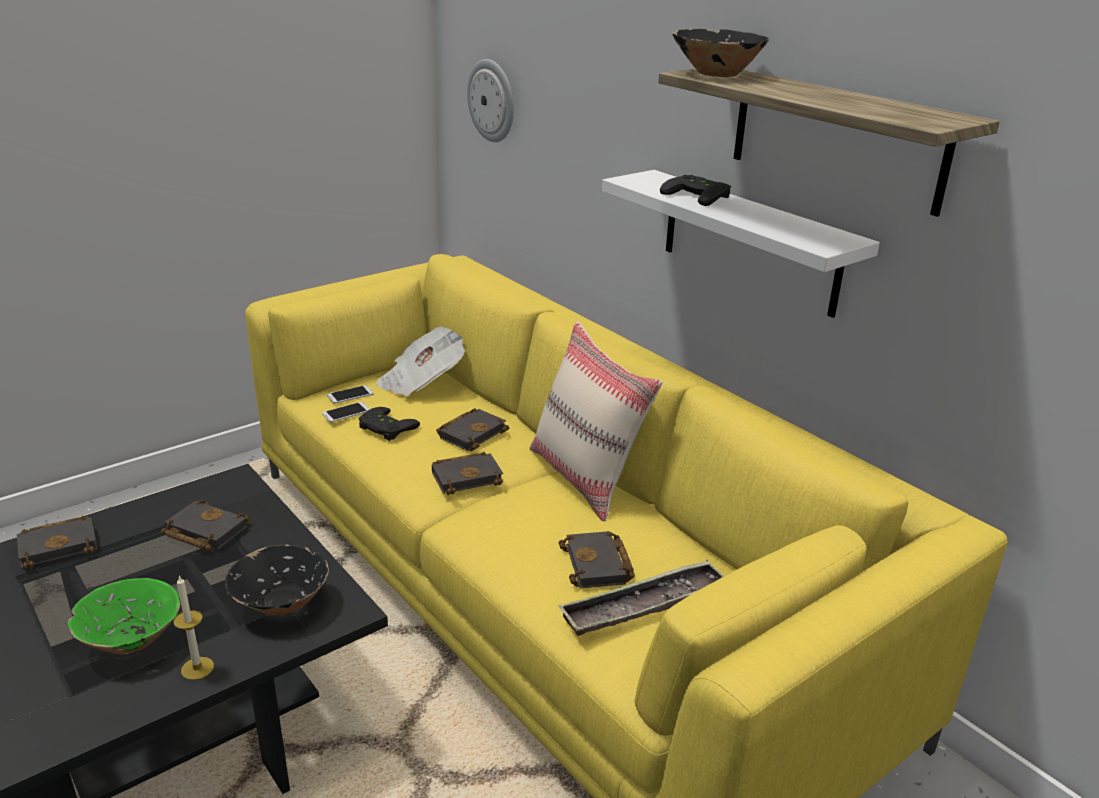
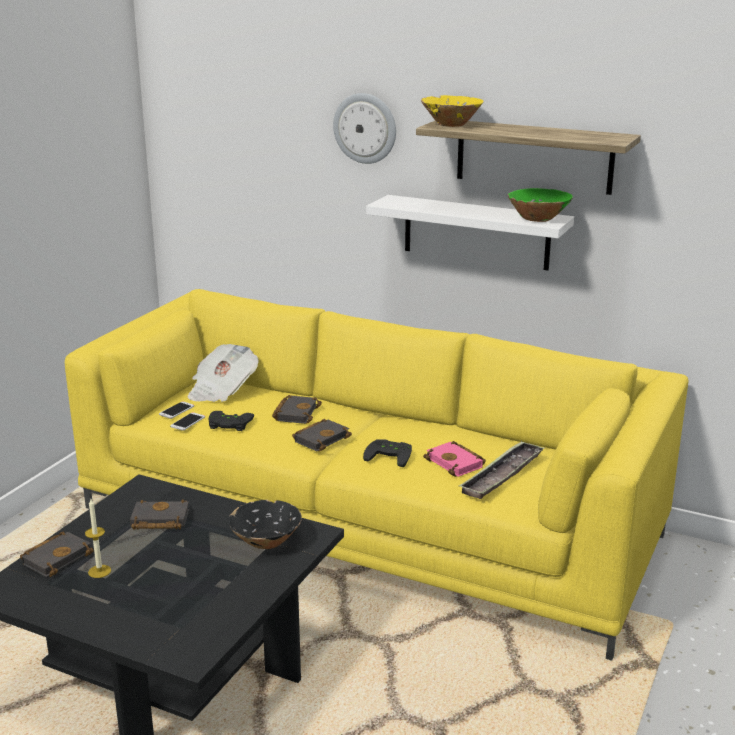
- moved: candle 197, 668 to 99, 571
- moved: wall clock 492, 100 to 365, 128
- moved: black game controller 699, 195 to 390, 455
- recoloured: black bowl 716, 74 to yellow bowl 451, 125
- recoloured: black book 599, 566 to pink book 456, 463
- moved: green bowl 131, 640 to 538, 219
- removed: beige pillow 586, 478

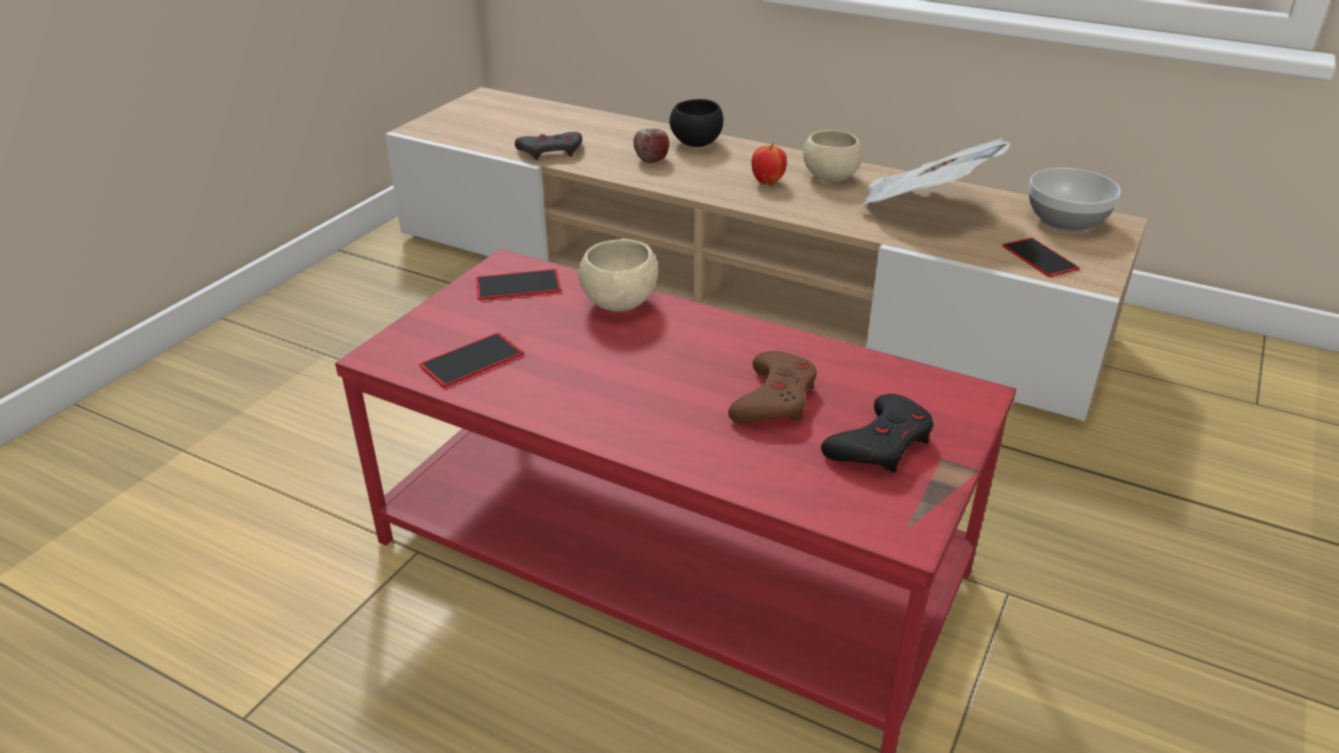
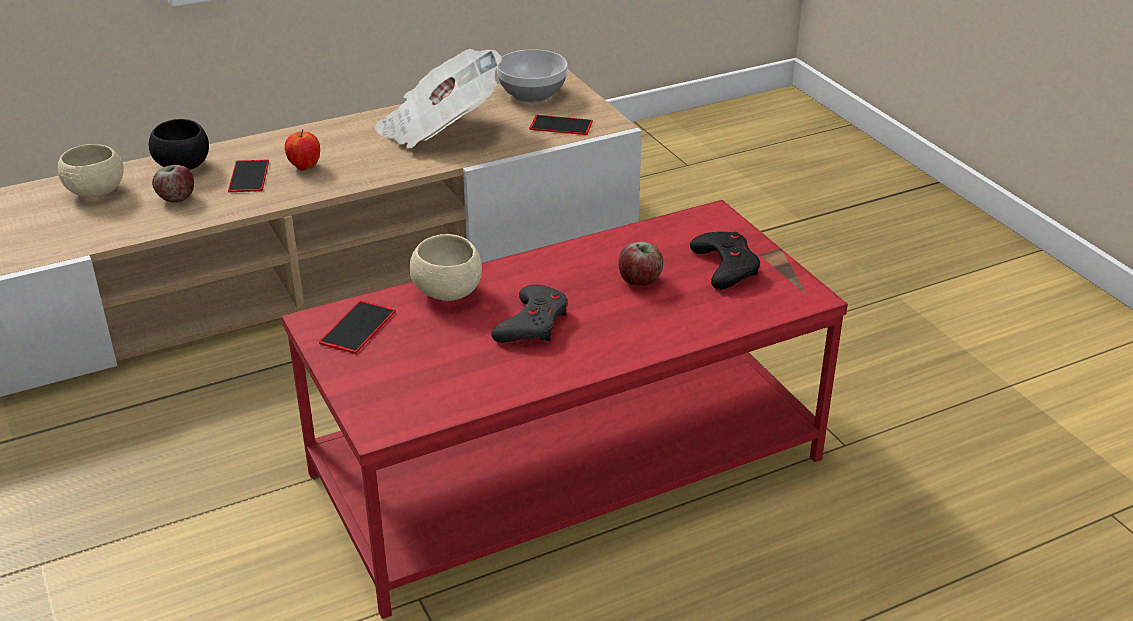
- moved: beige bowl 830, 177 to 96, 192
- moved: phone 472, 360 to 249, 176
- moved: grey game controller 551, 151 to 532, 323
- replaced: brown game controller 774, 398 to apple 640, 281

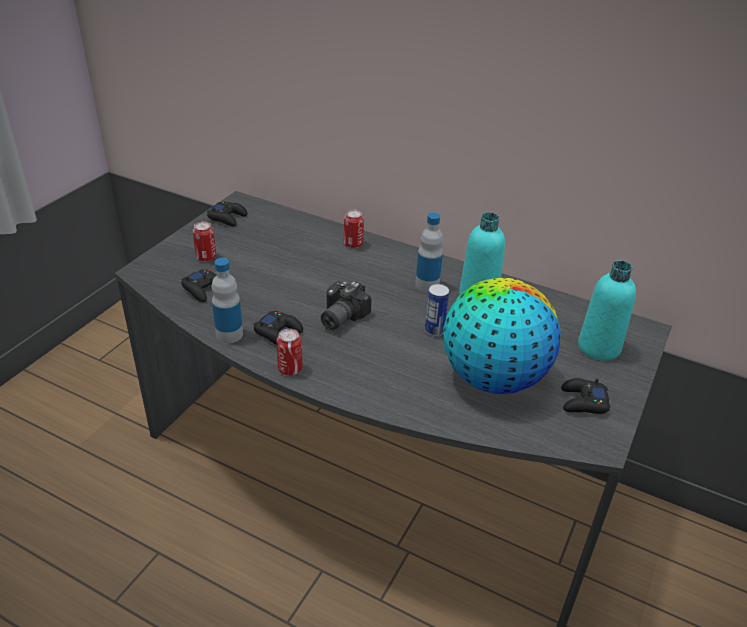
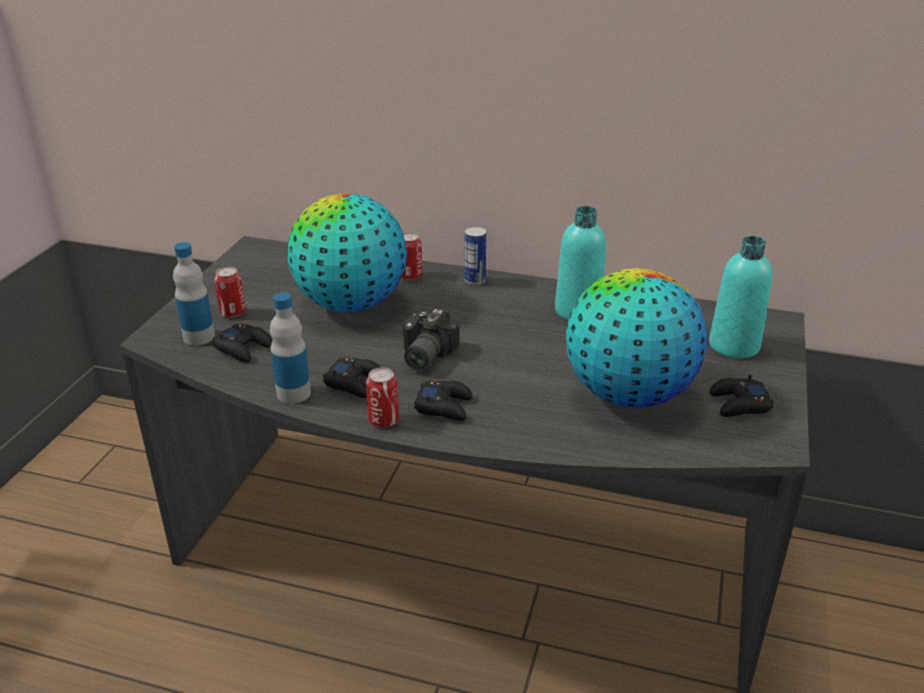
- moved: bottle 427, 284 to 199, 337
- added: globe 350, 304
- moved: black game controller 228, 217 to 444, 406
- moved: can 434, 331 to 475, 281

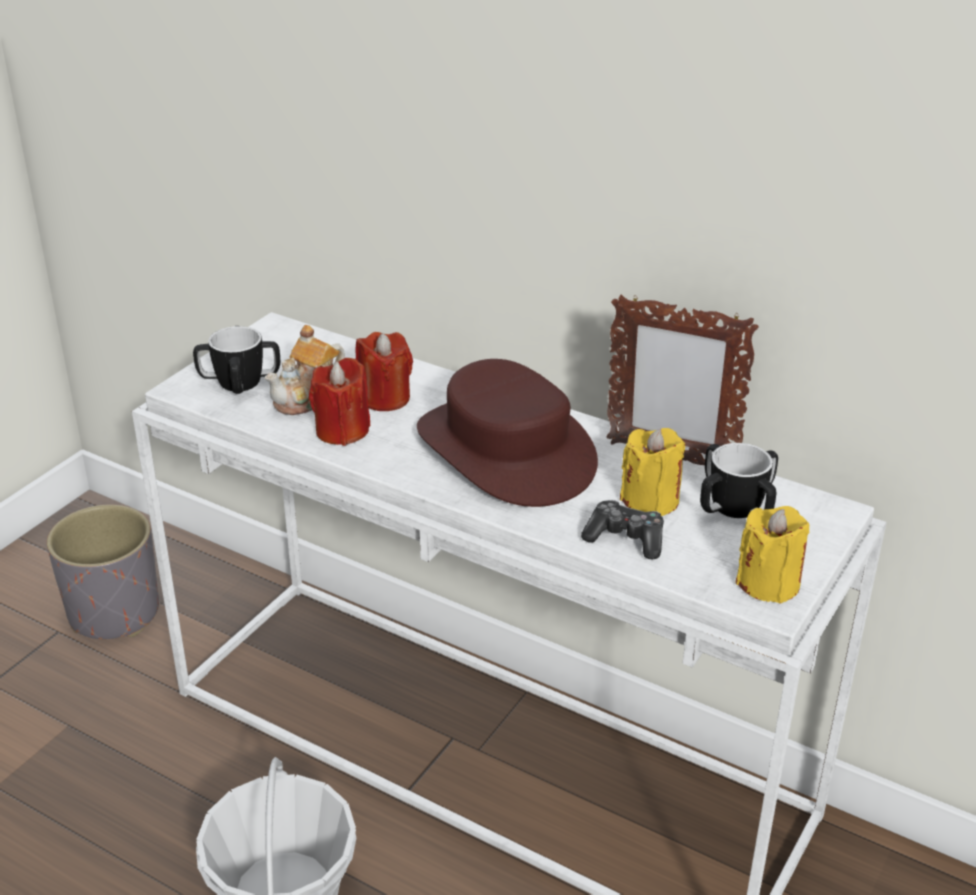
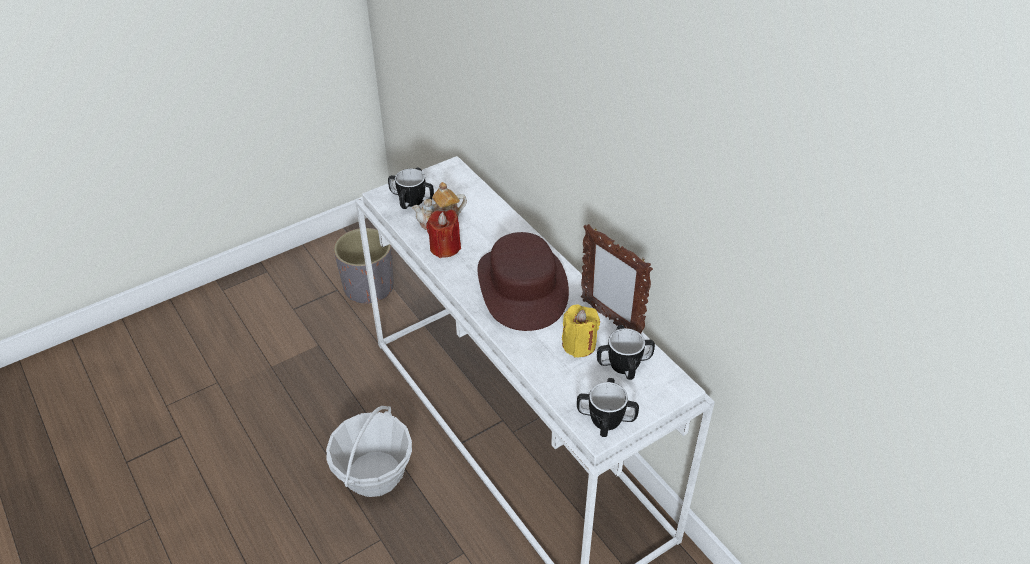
- replaced: yellow candle 768, 583 to mug 606, 419
- removed: red candle 384, 398
- removed: game controller 625, 539

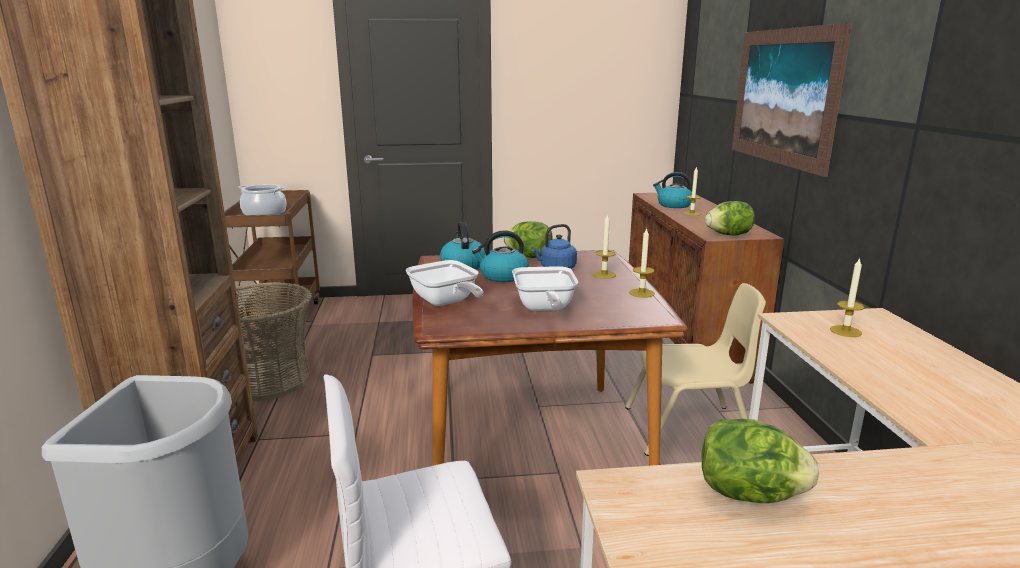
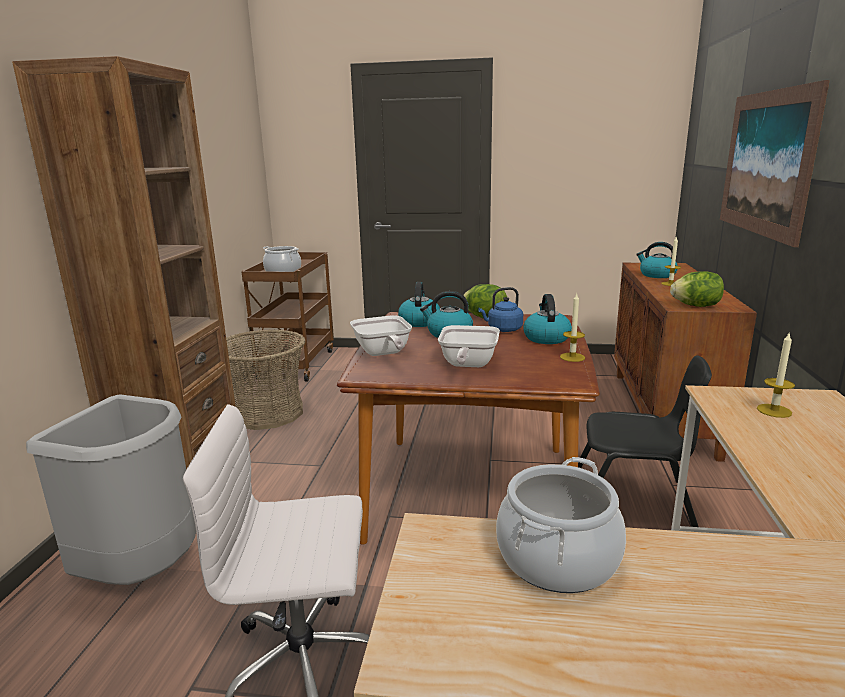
- replaced: lettuce 748, 494 to cooking pot 557, 558
- replaced: candle 604, 275 to kettle 546, 338
- recoloured: beige chair 688, 429 to black chair 632, 499

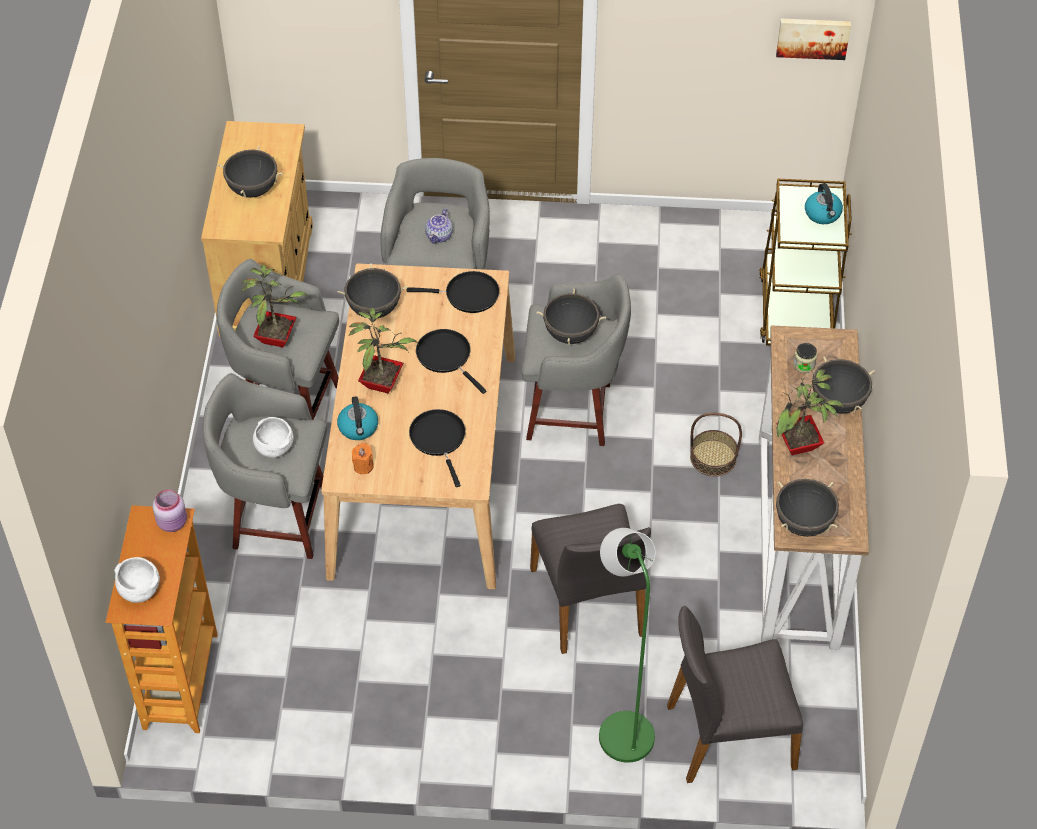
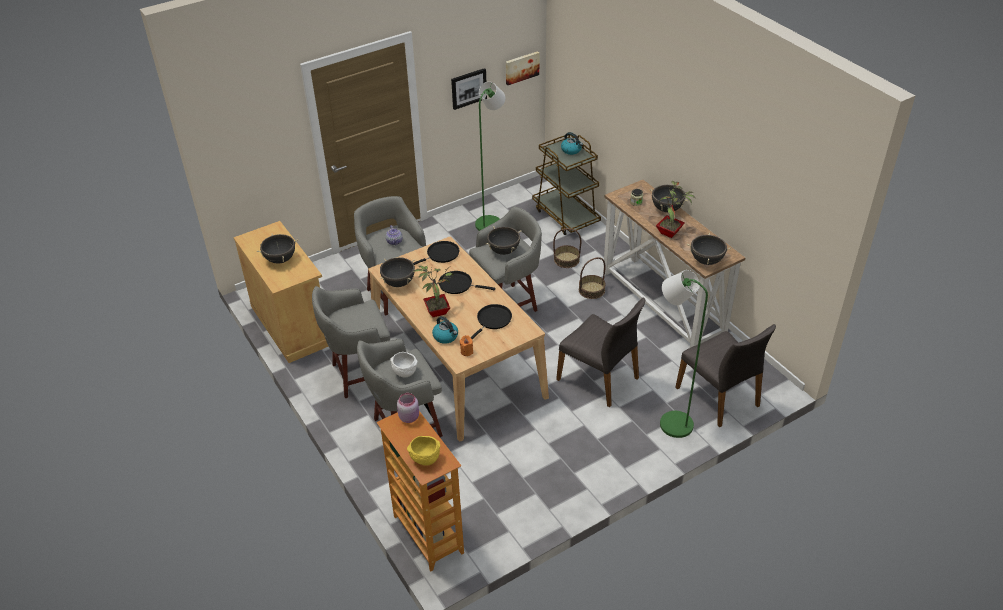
- recoloured: white bowl 138, 591 to yellow bowl 424, 459
- added: picture 468, 88
- turned: black frying pan 439, 439 = 492, 320 90 degrees clockwise
- added: green floor lamp 491, 222
- added: basket 566, 260
- turned: grey chair 728, 735 = 719, 397 75 degrees counterclockwise
- removed: potted plant 277, 337

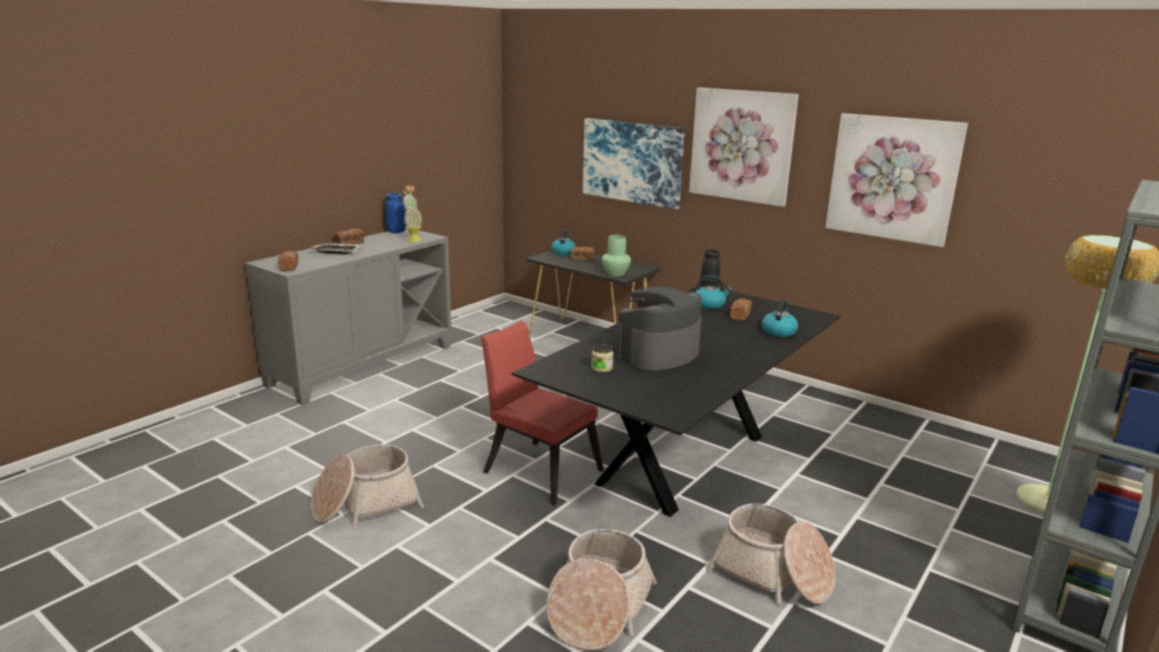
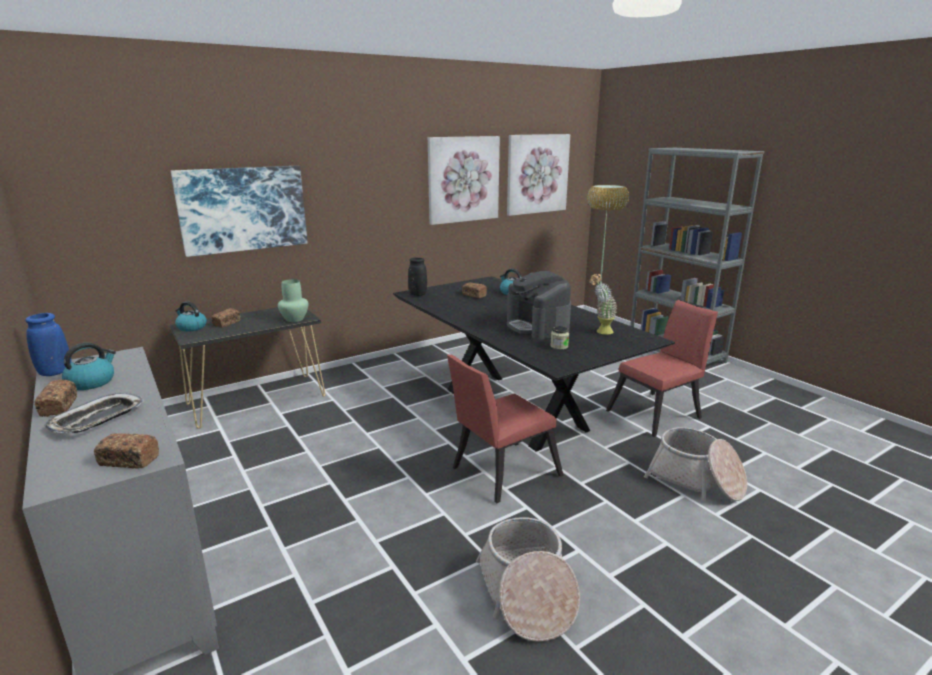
- moved: kettle 709, 305 to 92, 382
- moved: picture 741, 145 to 537, 174
- moved: potted plant 413, 239 to 600, 332
- replaced: basket 772, 574 to red chair 658, 413

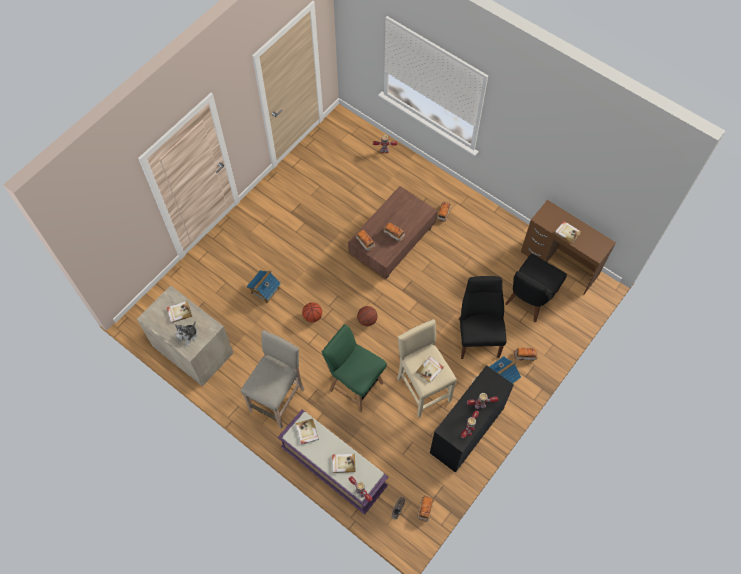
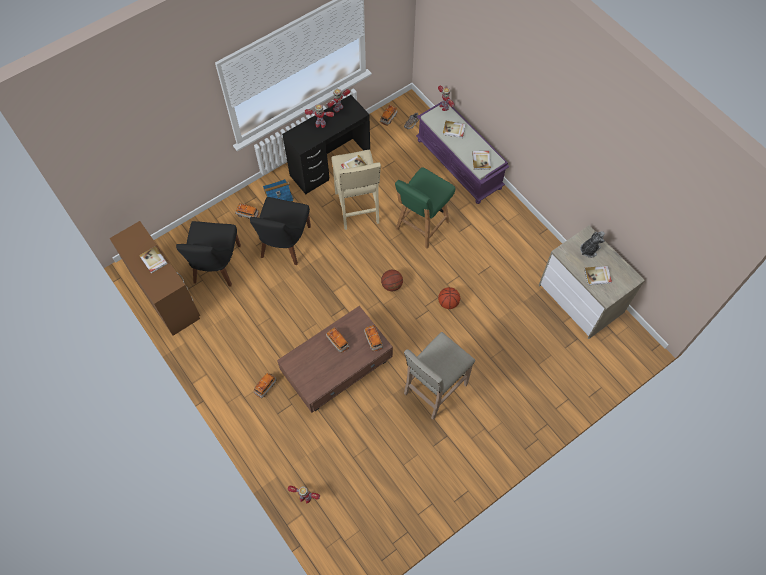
- turned: black chair 529, 299 = 216, 266 135 degrees clockwise
- turned: green chair 355, 385 = 421, 226 75 degrees clockwise
- moved: beige stool 278, 399 to 434, 389
- removed: toy house 265, 290

